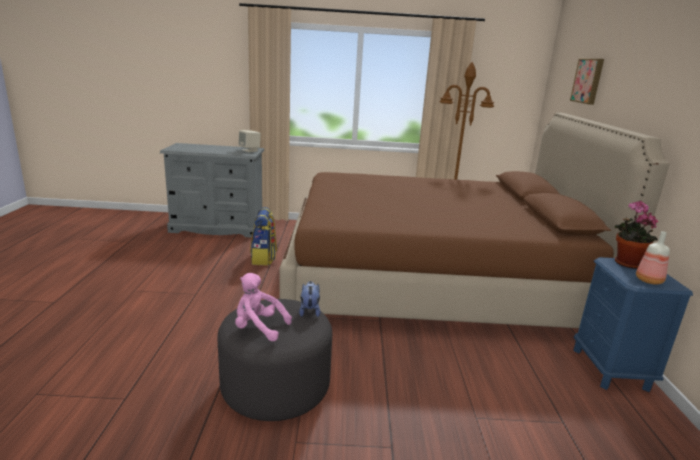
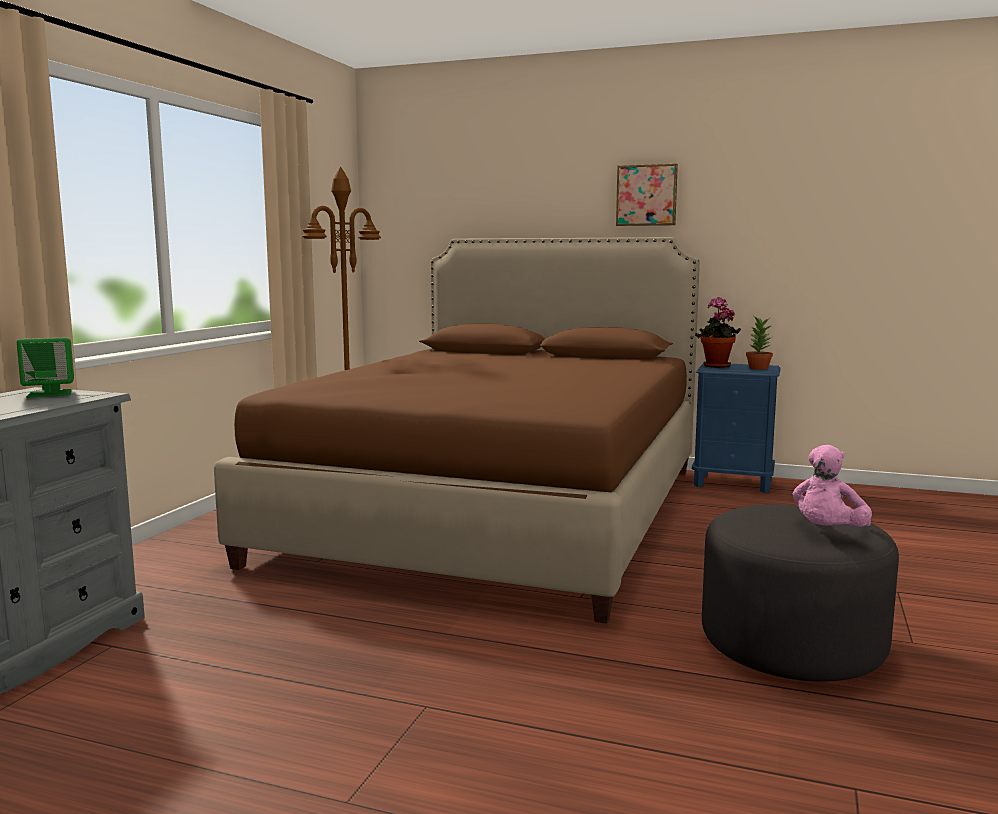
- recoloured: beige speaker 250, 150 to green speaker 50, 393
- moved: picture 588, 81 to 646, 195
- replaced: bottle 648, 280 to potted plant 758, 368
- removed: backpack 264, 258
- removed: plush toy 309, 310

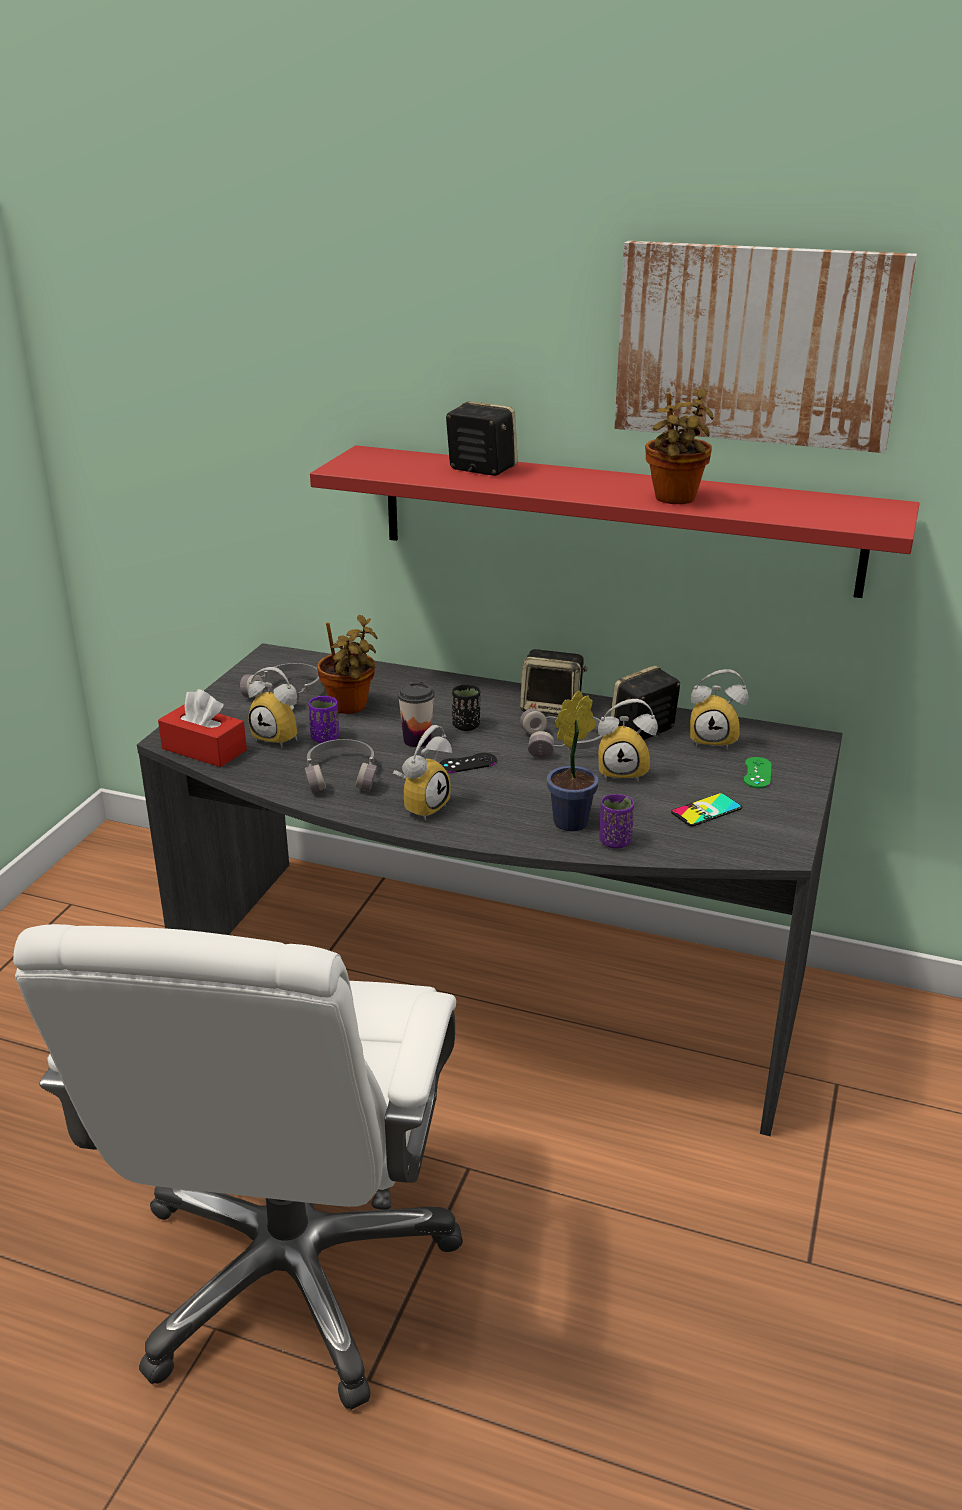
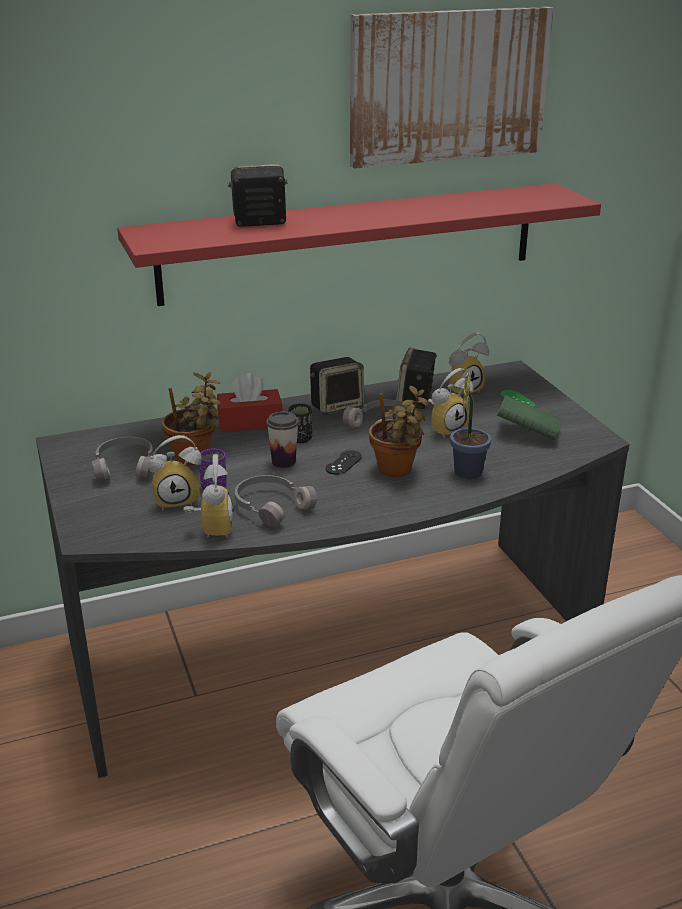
- moved: alarm clock 422, 806 to 210, 529
- moved: red tissue box 204, 749 to 250, 422
- moved: potted plant 674, 500 to 397, 471
- replaced: phone 706, 810 to green book 527, 433
- removed: purple cup 615, 842

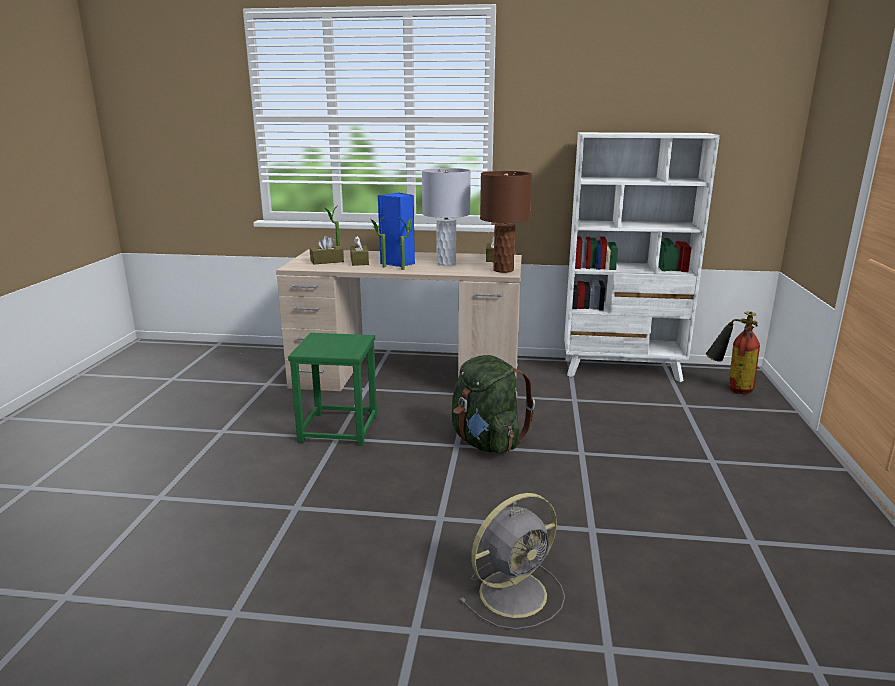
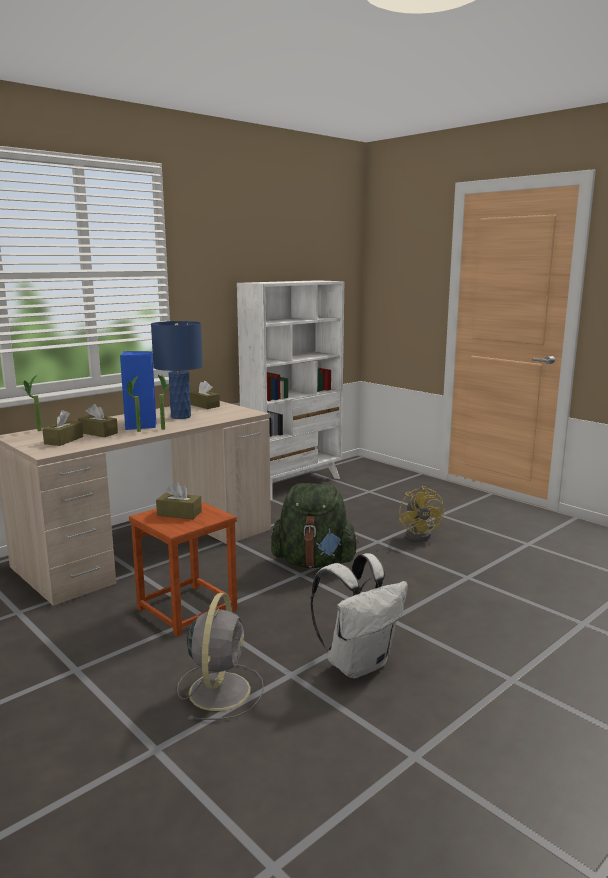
- recoloured: green stool 338, 429 to brown stool 187, 609
- recoloured: grey table lamp 446, 263 to blue table lamp 181, 416
- added: brown tissue box 179, 514
- moved: grey fan 515, 592 to 220, 689
- added: white backpack 358, 663
- added: yellow fan 421, 534
- removed: brown table lamp 503, 270
- removed: fire extinguisher 730, 388

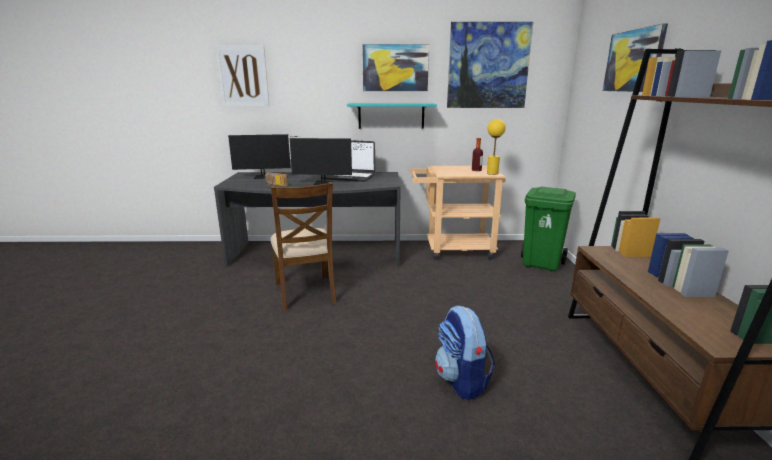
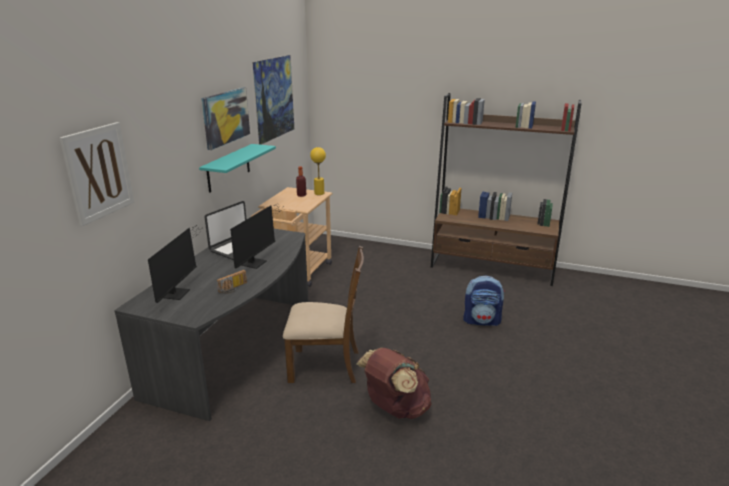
- added: brown backpack 395, 408
- removed: green trash can 542, 264
- removed: picture 633, 61

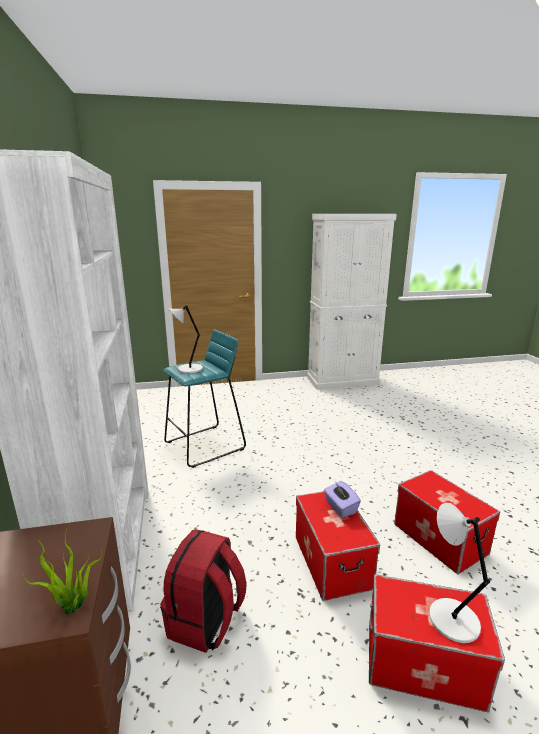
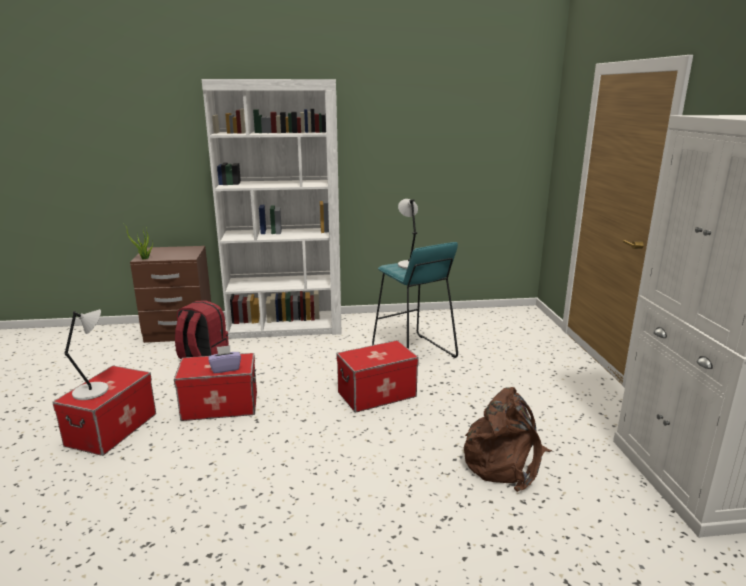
- moved: storage box 439, 538 to 377, 394
- added: brown backpack 505, 462

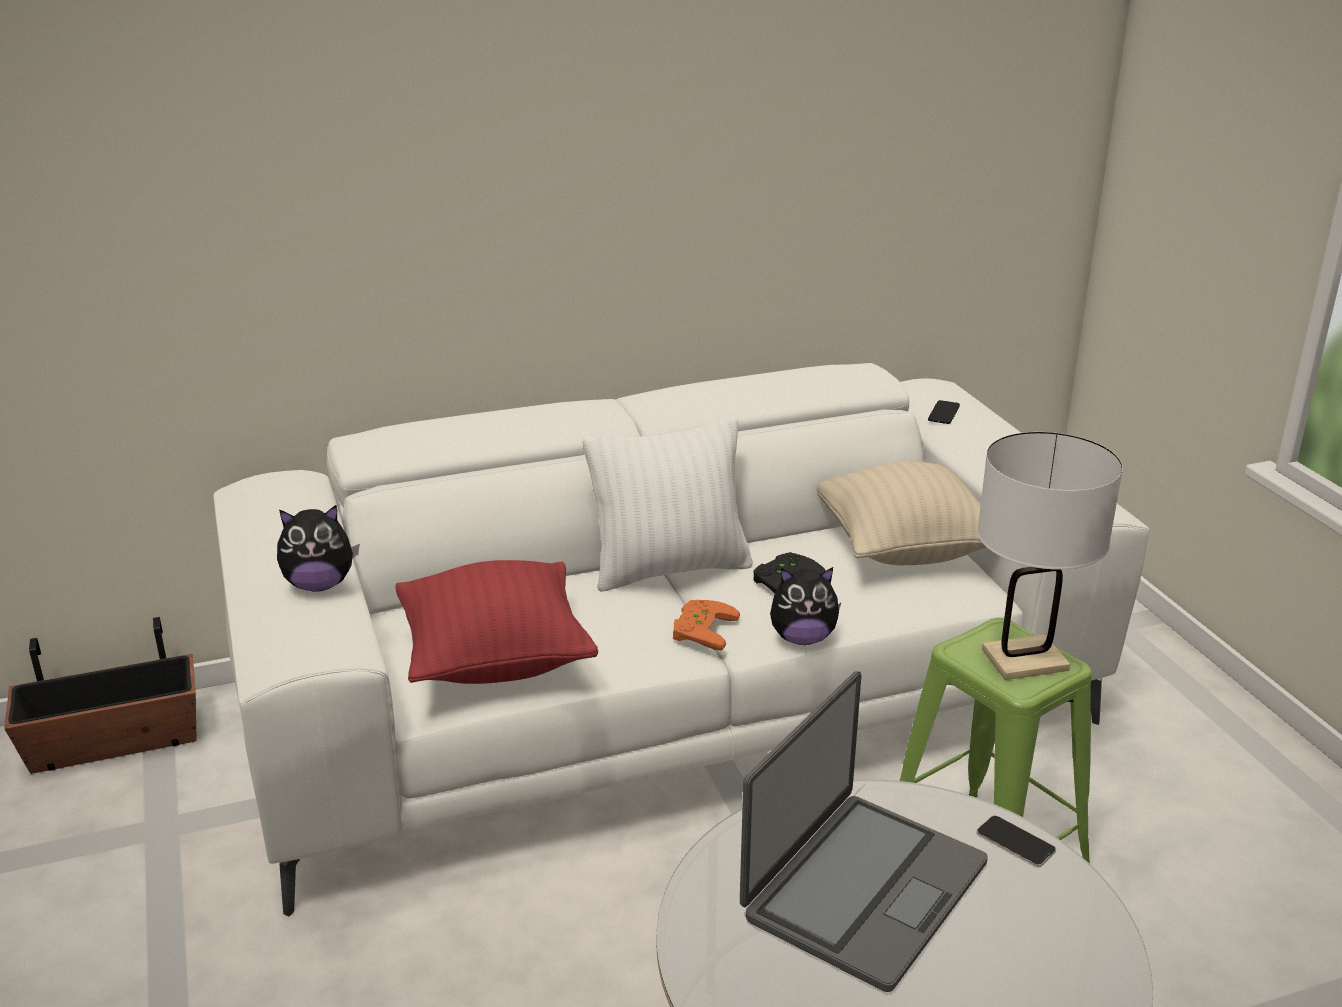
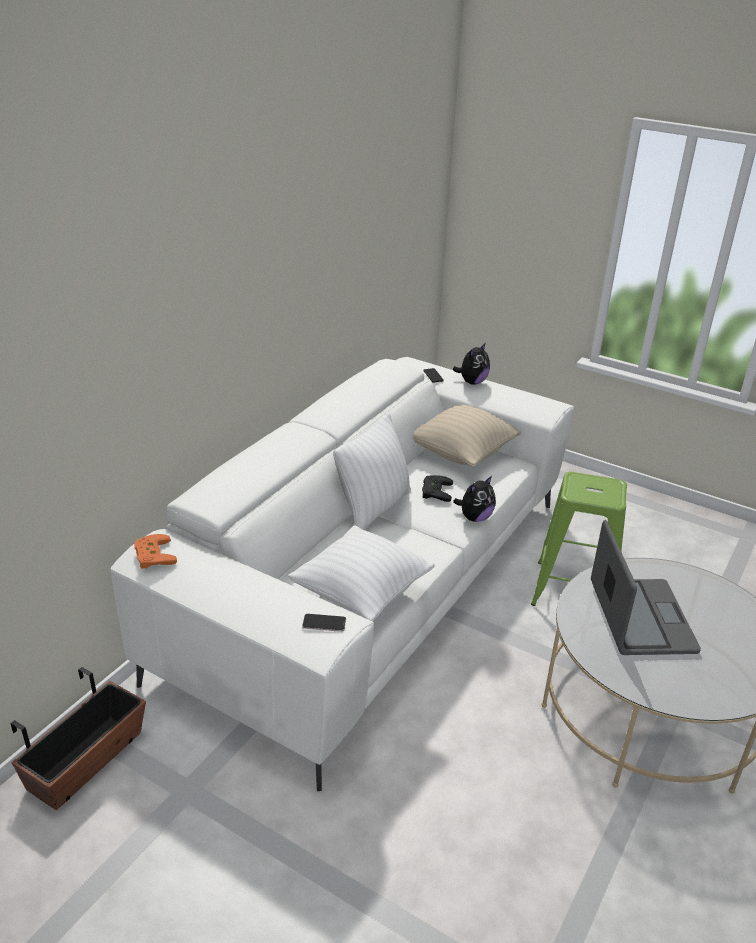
- moved: orange game controller 700, 628 to 151, 555
- recoloured: red pillow 495, 660 to white pillow 361, 594
- moved: phone 1015, 842 to 324, 623
- moved: plush toy 319, 585 to 472, 382
- removed: white table lamp 1024, 660

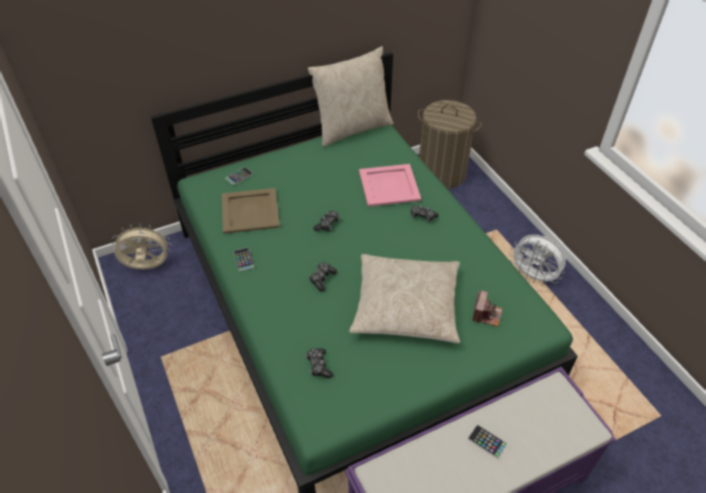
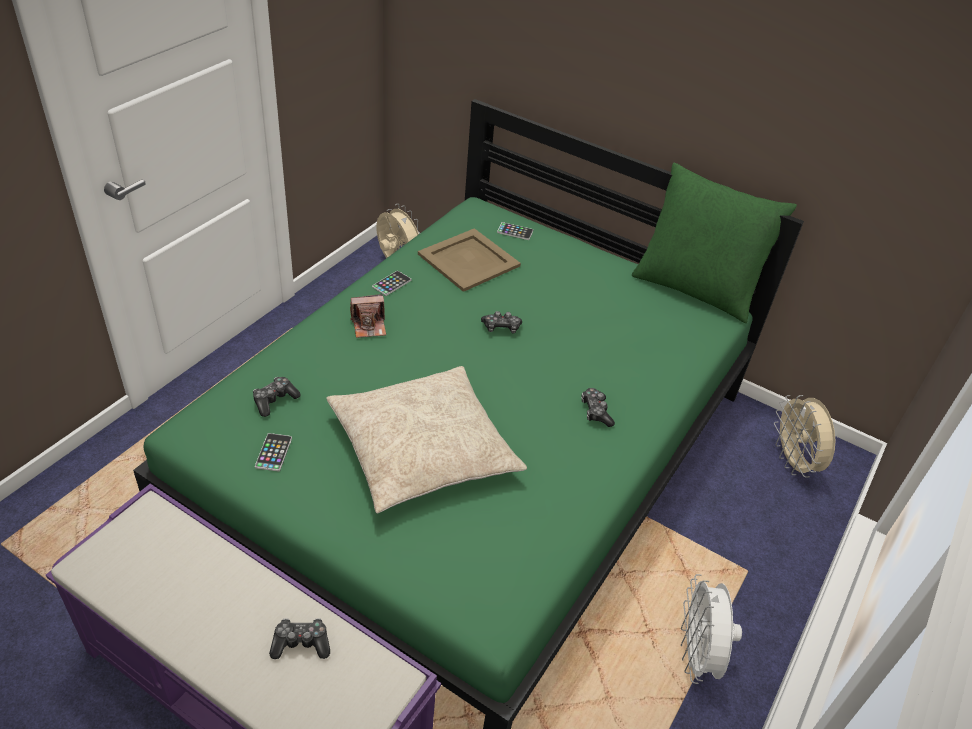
- moved: phone 487, 441 to 273, 452
- moved: game controller 322, 279 to 301, 643
- moved: photo camera 486, 314 to 369, 326
- recoloured: beige pillow 352, 128 to green pillow 695, 289
- replaced: laundry basket 442, 173 to beige fan 793, 462
- removed: pink tray 389, 185

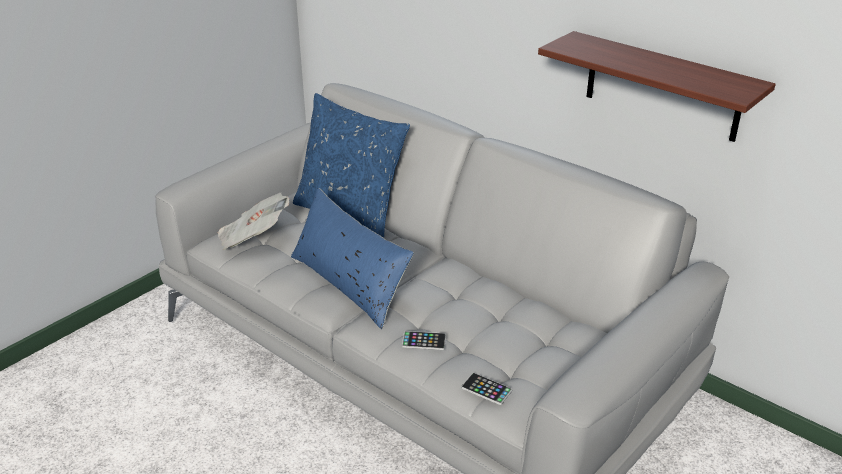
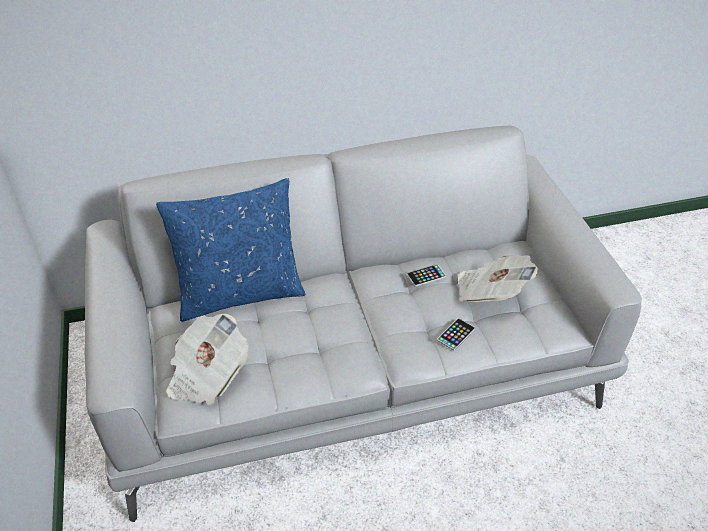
- moved: phone 486, 389 to 426, 276
- added: newspaper 490, 292
- removed: blue pillow 349, 283
- removed: shelf 662, 87

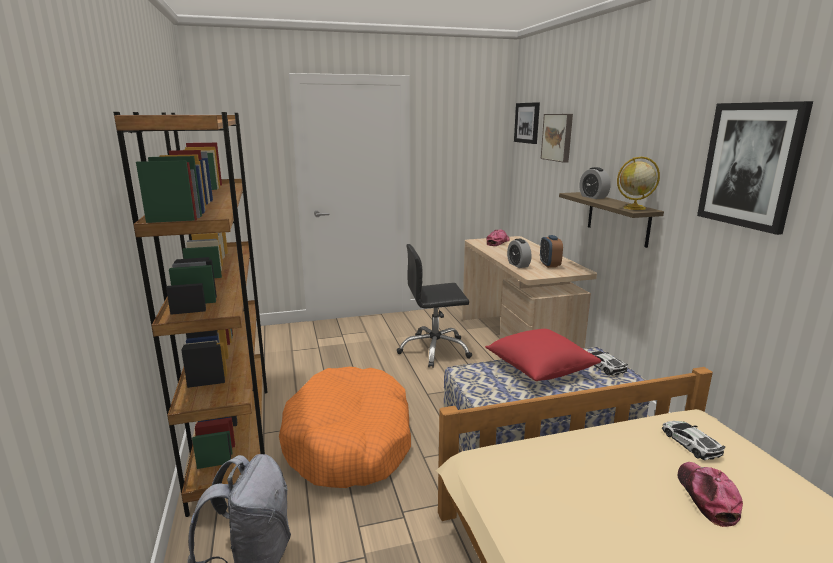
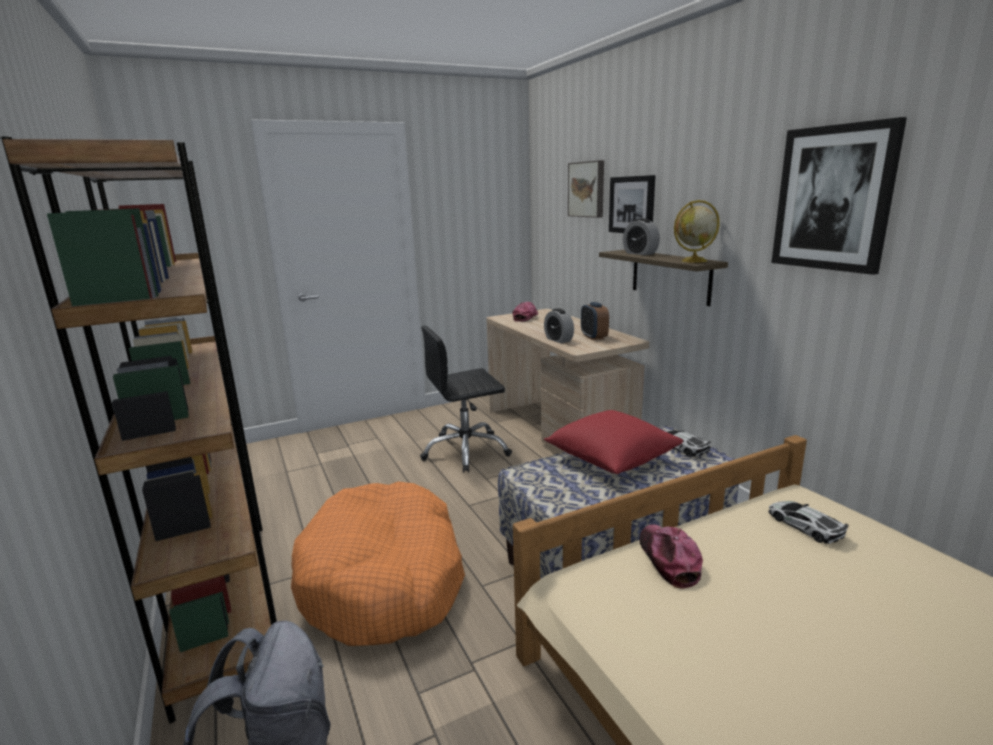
- moved: picture 527, 123 to 632, 205
- moved: cap 706, 497 to 668, 559

